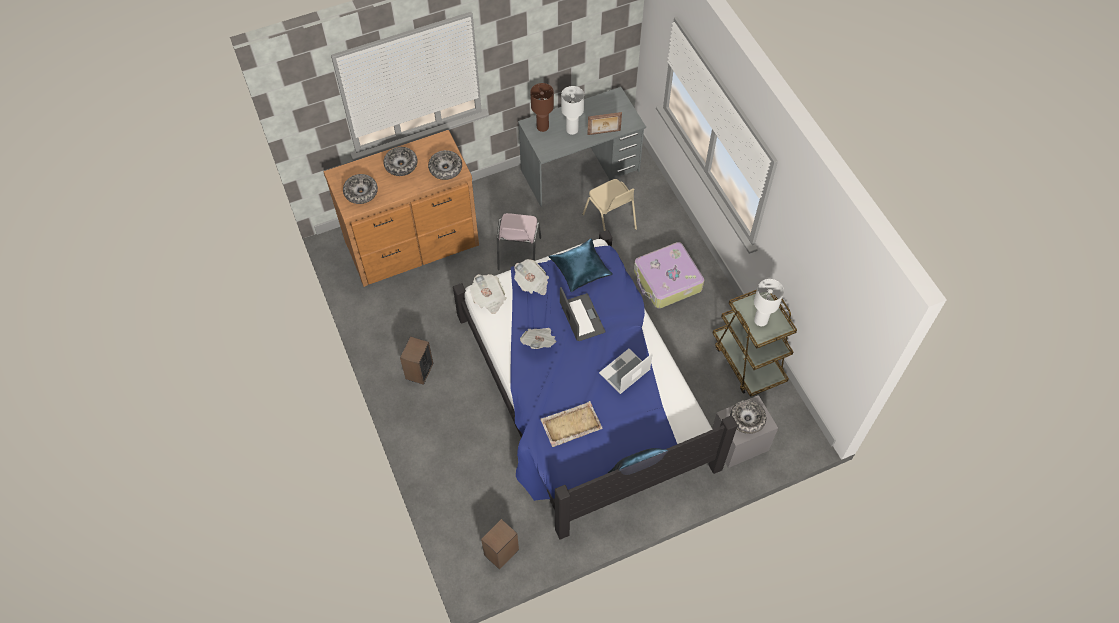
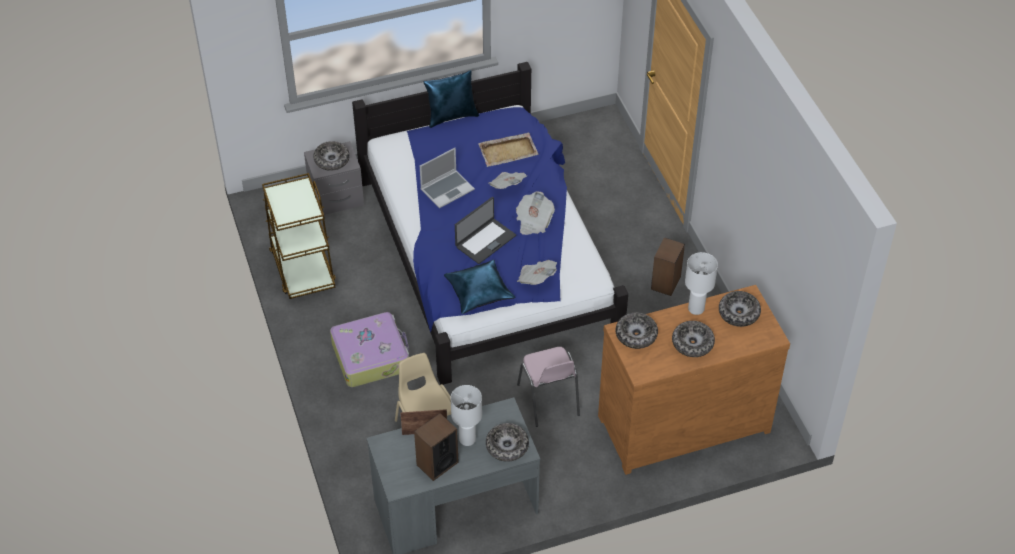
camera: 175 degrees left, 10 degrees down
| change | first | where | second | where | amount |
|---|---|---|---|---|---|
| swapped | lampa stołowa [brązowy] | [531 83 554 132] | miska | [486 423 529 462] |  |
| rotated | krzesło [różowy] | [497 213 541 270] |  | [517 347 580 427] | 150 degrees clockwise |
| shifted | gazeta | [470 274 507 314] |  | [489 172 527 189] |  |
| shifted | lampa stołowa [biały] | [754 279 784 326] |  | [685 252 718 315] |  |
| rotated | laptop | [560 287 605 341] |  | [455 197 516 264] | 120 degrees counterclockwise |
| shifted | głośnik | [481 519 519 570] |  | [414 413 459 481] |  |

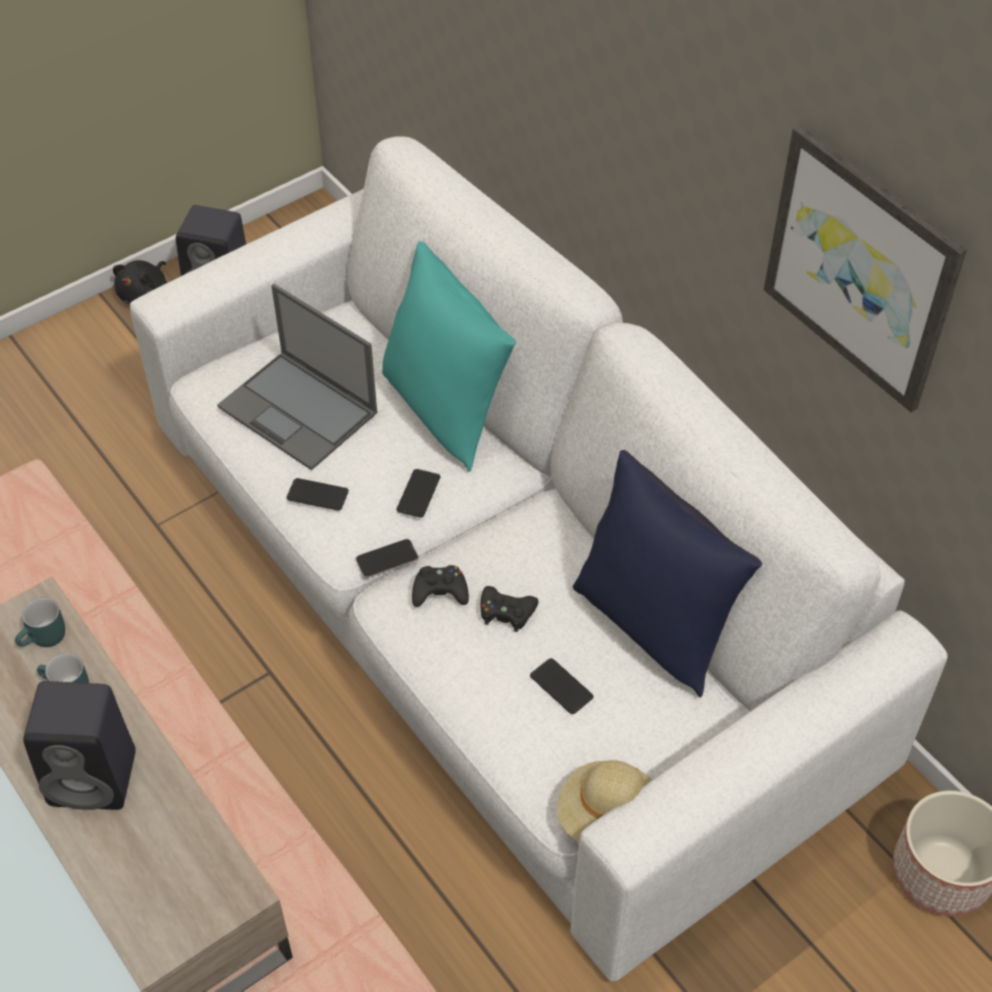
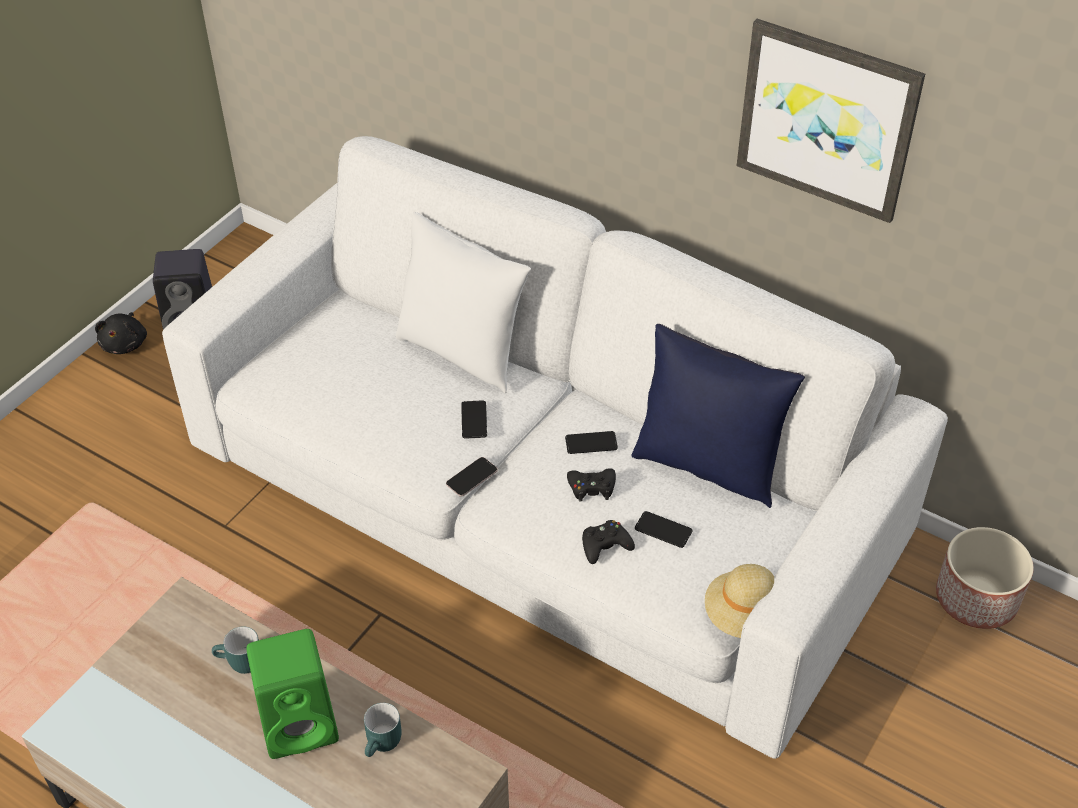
camera: 20 degrees left, 5 degrees down
| change | first | where | second | where | amount |
|---|---|---|---|---|---|
| repainted | poduszka [turkusowy] | [382 241 516 472] | poduszka [biały] | [395 212 531 393] |  |
| gone | laptop | [217 284 377 470] |  |  |  |
| shifted | telefon | [287 478 349 511] |  | [565 431 618 454] |  |
| shifted | pad do gier [czarny] | [412 565 469 607] |  | [582 520 635 564] |  |
| shifted | kubek [turkusowy] | [15 597 65 647] |  | [364 703 401 757] |  |
| repainted | głośnik [czarny] | [23 681 136 810] | głośnik [zielony] | [246 629 339 759] |  |

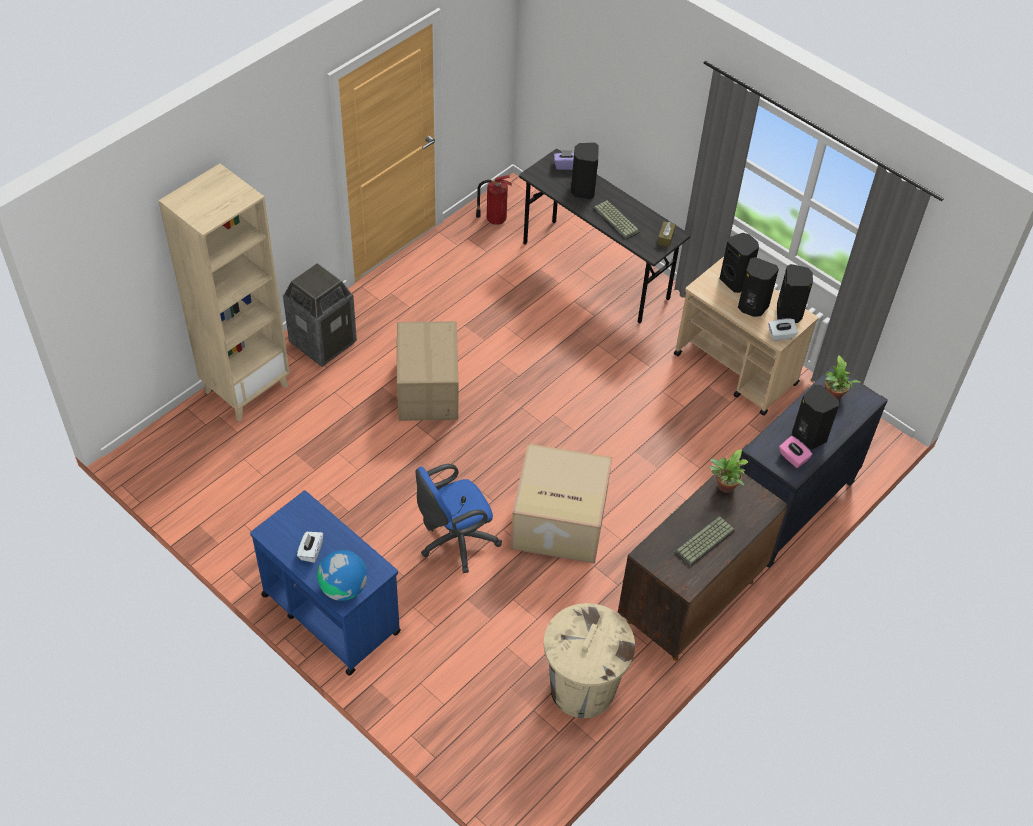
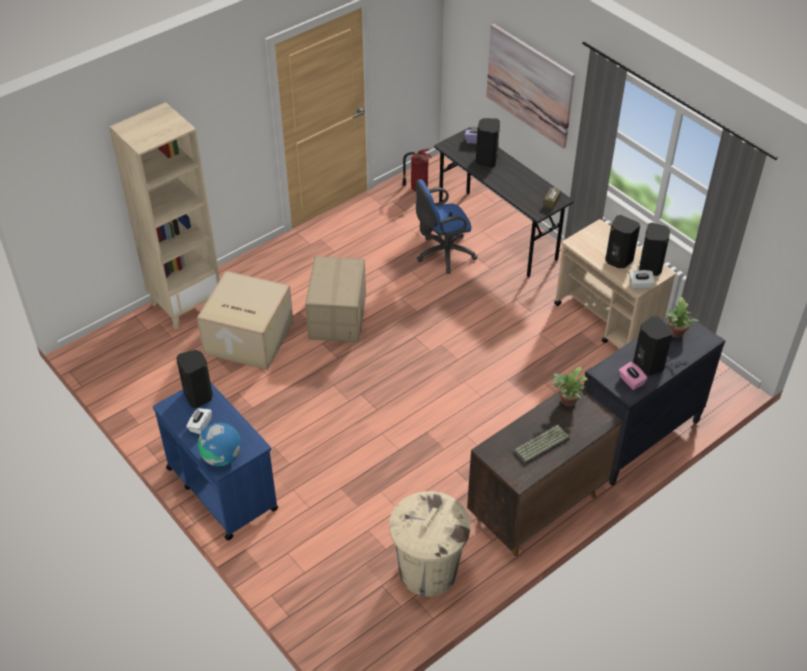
camera: 10 degrees right, 5 degrees down
| change | first | where | second | where | amount |
|---|---|---|---|---|---|
| gone | klawiatura | [593 200 640 240] |  |  |  |
| shifted | głośnik [czarny] | [719 233 759 293] |  | [176 350 213 408] |  |
| gone | kosz na śmieci | [283 263 357 367] |  |  |  |
| shifted | karton | [510 443 612 564] |  | [197 271 294 370] |  |
| shifted | krzesło biurowe [niebieski] | [416 464 502 573] |  | [416 179 478 274] |  |
| new |  |  | obraz | [486 24 575 149] |  |

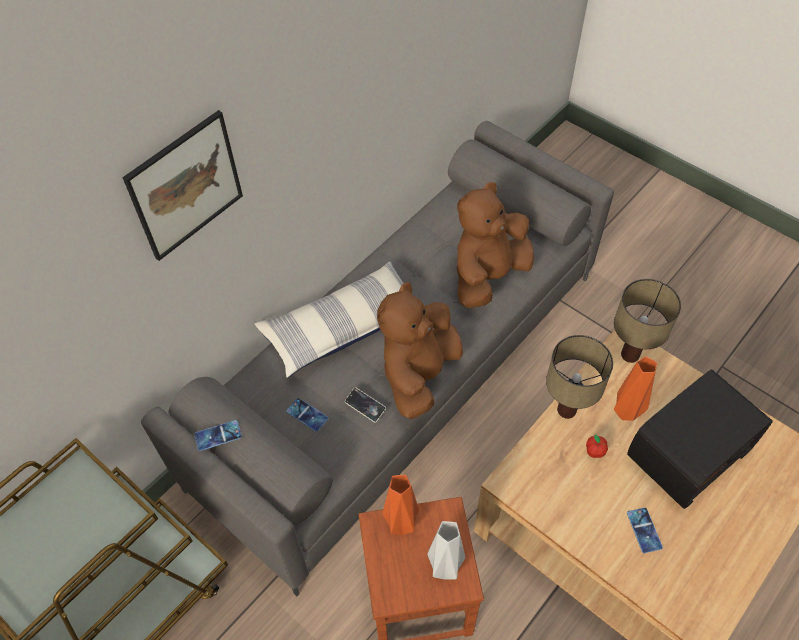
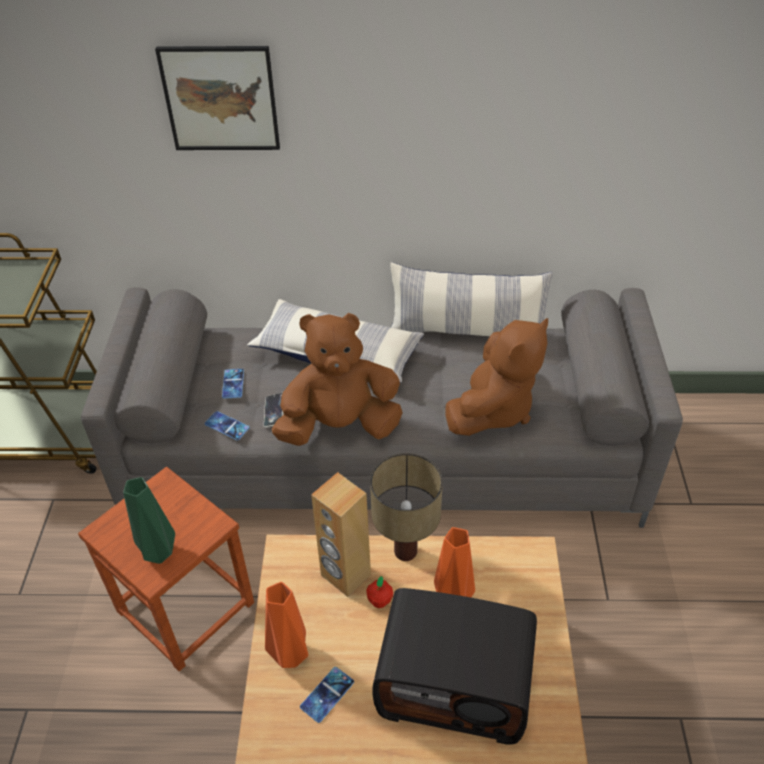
camera: 50 degrees right, 10 degrees down
| change | first | where | second | where | amount |
|---|---|---|---|---|---|
| rotated | pluszak [brązowy] | [457 182 534 308] |  | [446 318 548 436] | 120 degrees clockwise |
| gone | lampa stołowa | [614 279 681 363] |  |  |  |
| shifted | telefon | [194 420 242 451] |  | [204 411 250 440] |  |
| shifted | wazon [pomarańczowy] | [382 475 419 535] |  | [265 582 308 668] |  |
| repainted | wazon [szary] | [427 521 465 580] | wazon [zielony] | [123 477 175 564] |  |
| new |  |  | poduszka | [391 262 553 336] |  |
| new |  |  | głośnik [brązowy] | [311 472 371 597] |  |

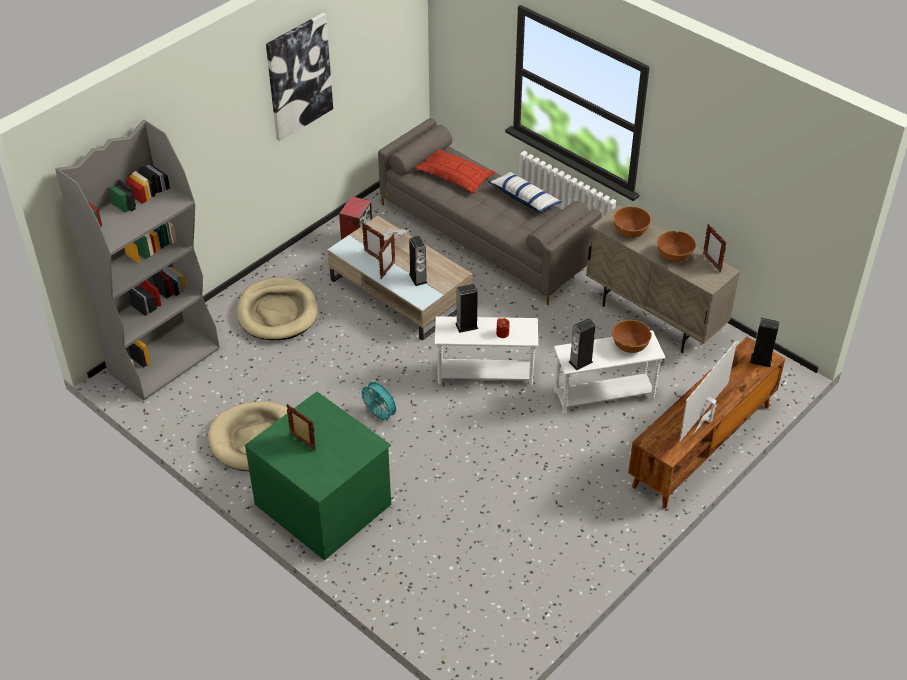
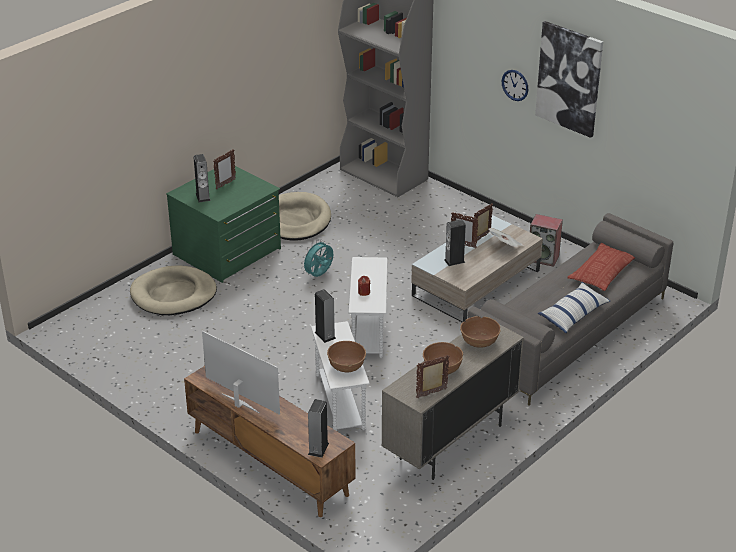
camera: 90 degrees right, 10 degrees down
| change | first | where | second | where | amount |
|---|---|---|---|---|---|
| shifted | legowisko [beżowy] | [237 278 318 340] |  | [130 265 217 315] |  |
| shifted | głośnik | [456 284 478 333] |  | [193 154 211 202] |  |
| new |  |  | zegar ścienny | [502 70 528 101] |  |

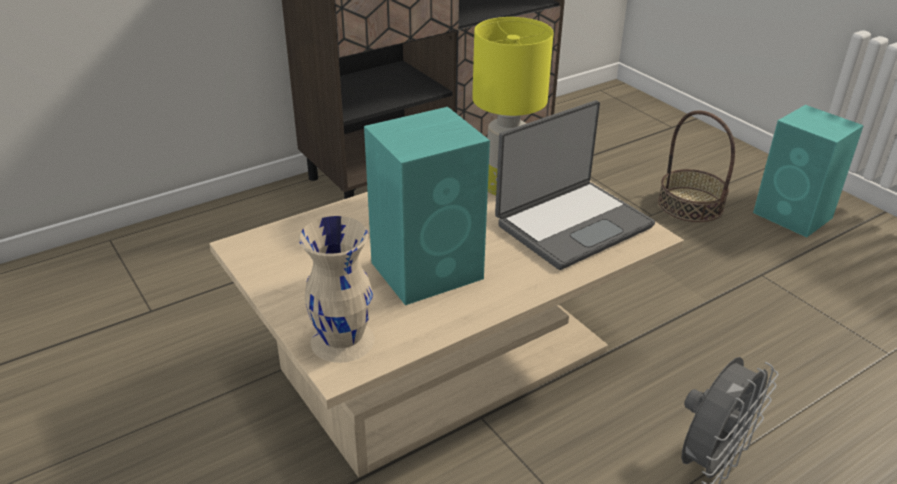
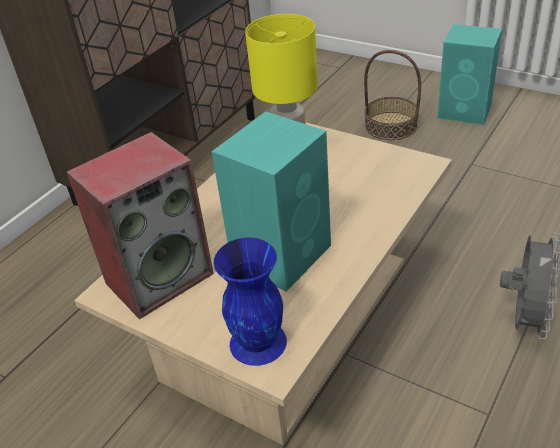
camera: 20 degrees left, 5 degrees up
| change | first | where | second | where | amount |
|---|---|---|---|---|---|
| gone | laptop | [495 100 655 270] |  |  |  |
| repainted | wazon [beżowy] | [299 216 375 363] | wazon [niebieski] | [213 237 287 366] |  |
| new |  |  | głośnik | [67 132 214 319] |  |

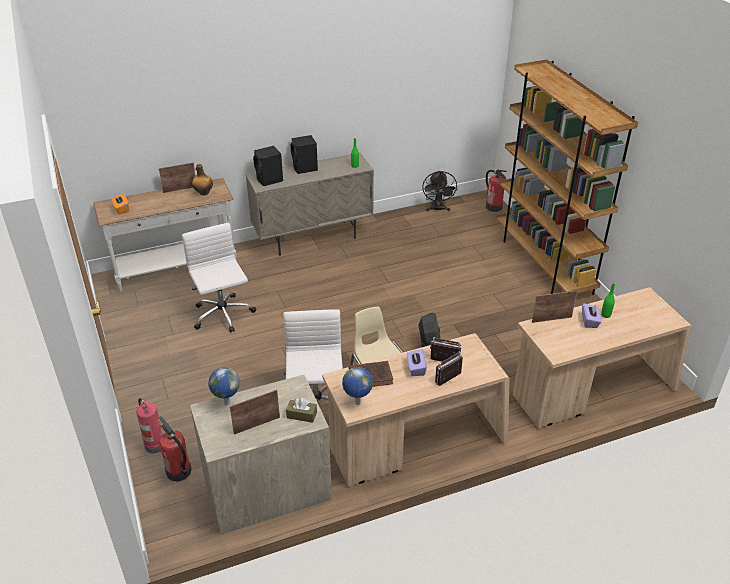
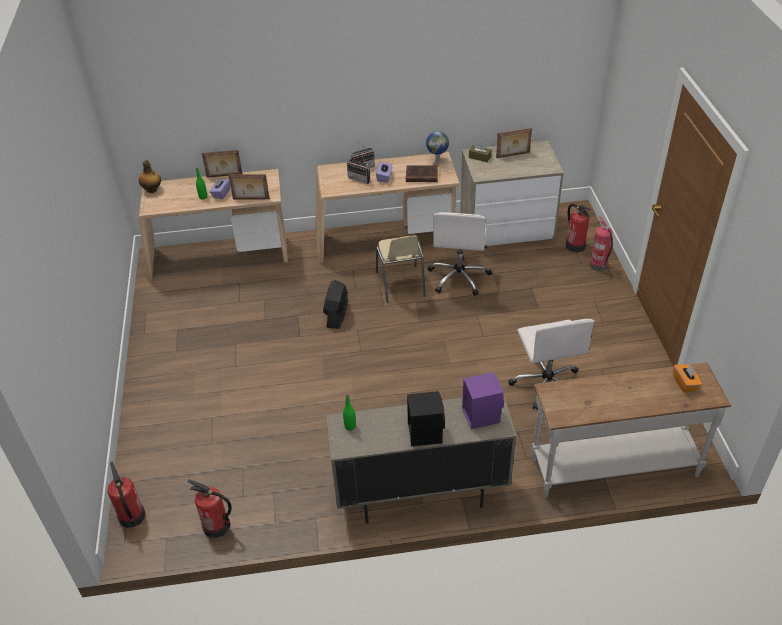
camera: 165 degrees left, 5 degrees up
| change | first | where | second | where | amount |
|---|---|---|---|---|---|
| gone | regał [brązowy] | [496 59 638 295] |  |  |  |
| repainted | głośnik [czarny] | [253 146 283 186] | głośnik [fioletowy] | [462 372 504 429] |  |
| shifted | ramka na zdjęcie | [159 162 195 193] |  | [202 150 242 178] |  |
| shifted | butelka | [192 164 213 195] |  | [139 160 161 193] |  |
| swapped | wentylator [czarny] | [422 171 458 211] | gaśnica | [188 479 232 538] |  |
| gone | globus | [208 367 240 406] |  |  |  |

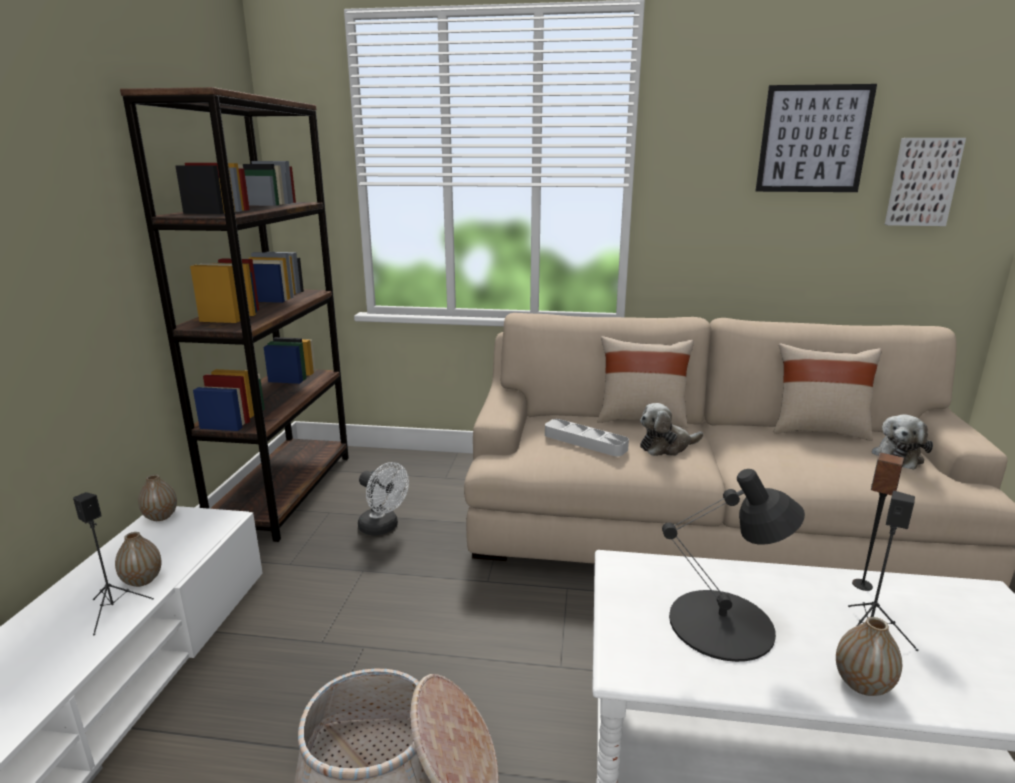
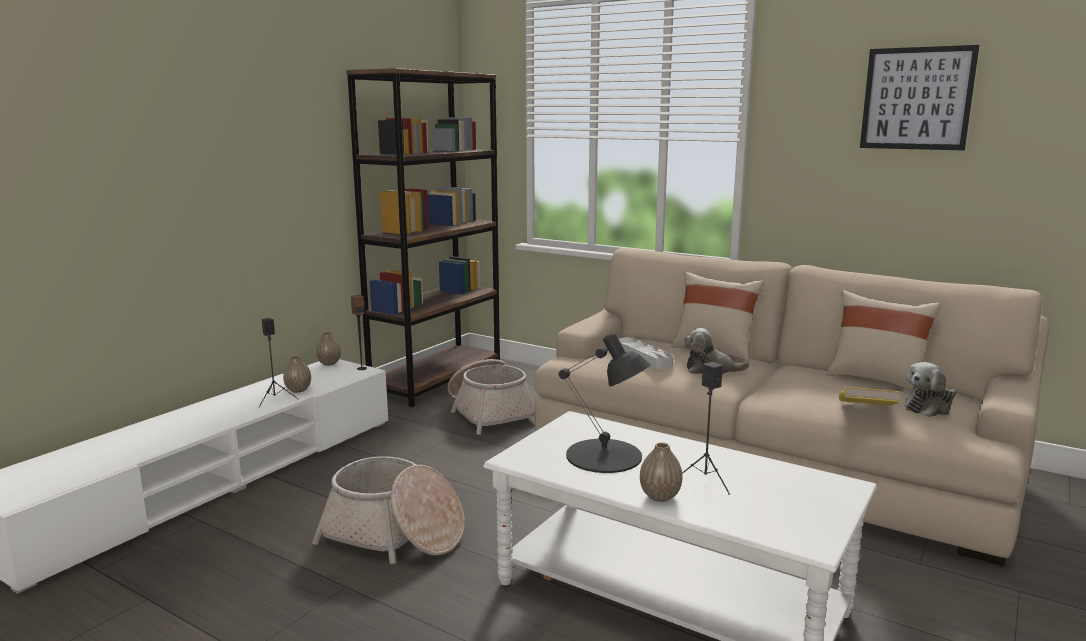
camera: 25 degrees right, 5 degrees down
| change | first | where | second | where | amount |
|---|---|---|---|---|---|
| gone | obraz | [885 138 966 226] |  |  |  |
| shifted | głośnik | [852 453 904 591] |  | [351 295 367 370] |  |
| swapped | wentylator [biały] | [358 462 409 536] | koszyk | [448 359 535 435] |  |
| new |  |  | książka [żółty] | [839 387 901 406] |  |

